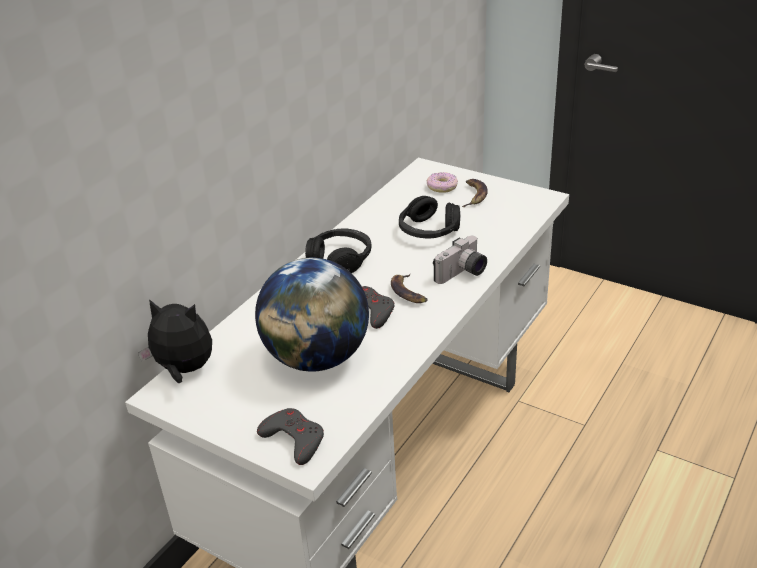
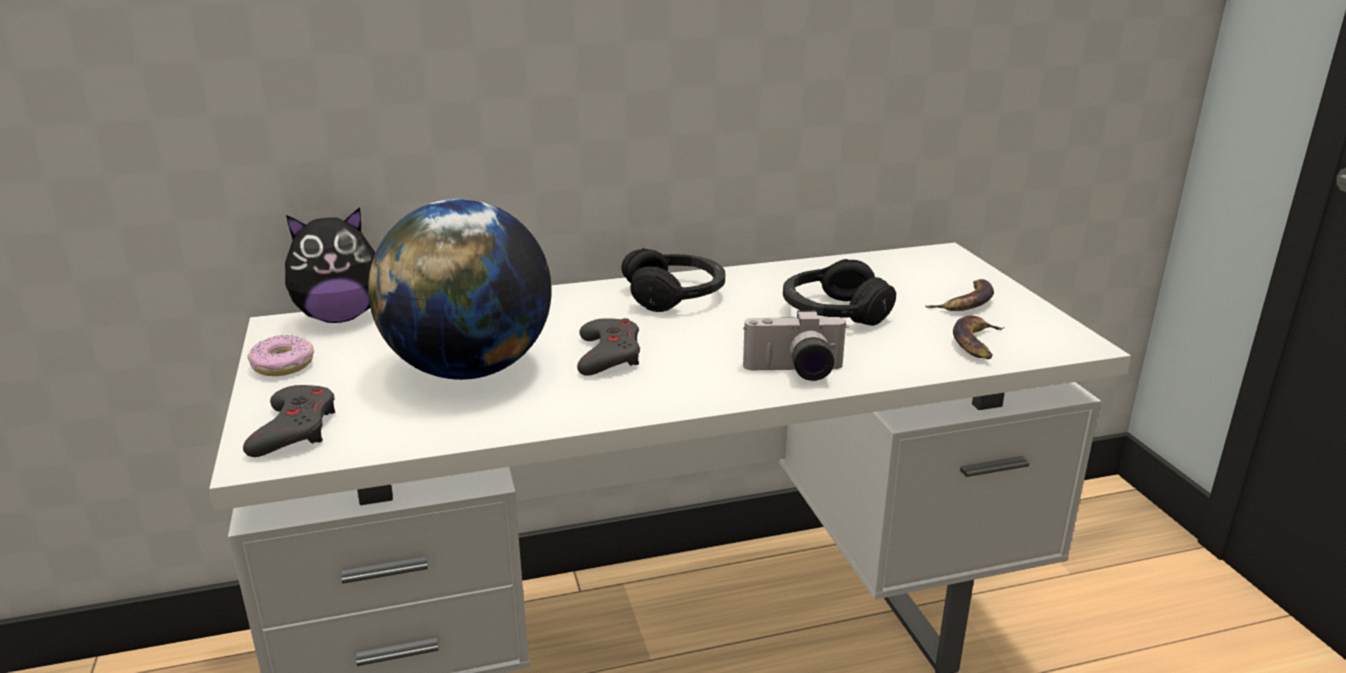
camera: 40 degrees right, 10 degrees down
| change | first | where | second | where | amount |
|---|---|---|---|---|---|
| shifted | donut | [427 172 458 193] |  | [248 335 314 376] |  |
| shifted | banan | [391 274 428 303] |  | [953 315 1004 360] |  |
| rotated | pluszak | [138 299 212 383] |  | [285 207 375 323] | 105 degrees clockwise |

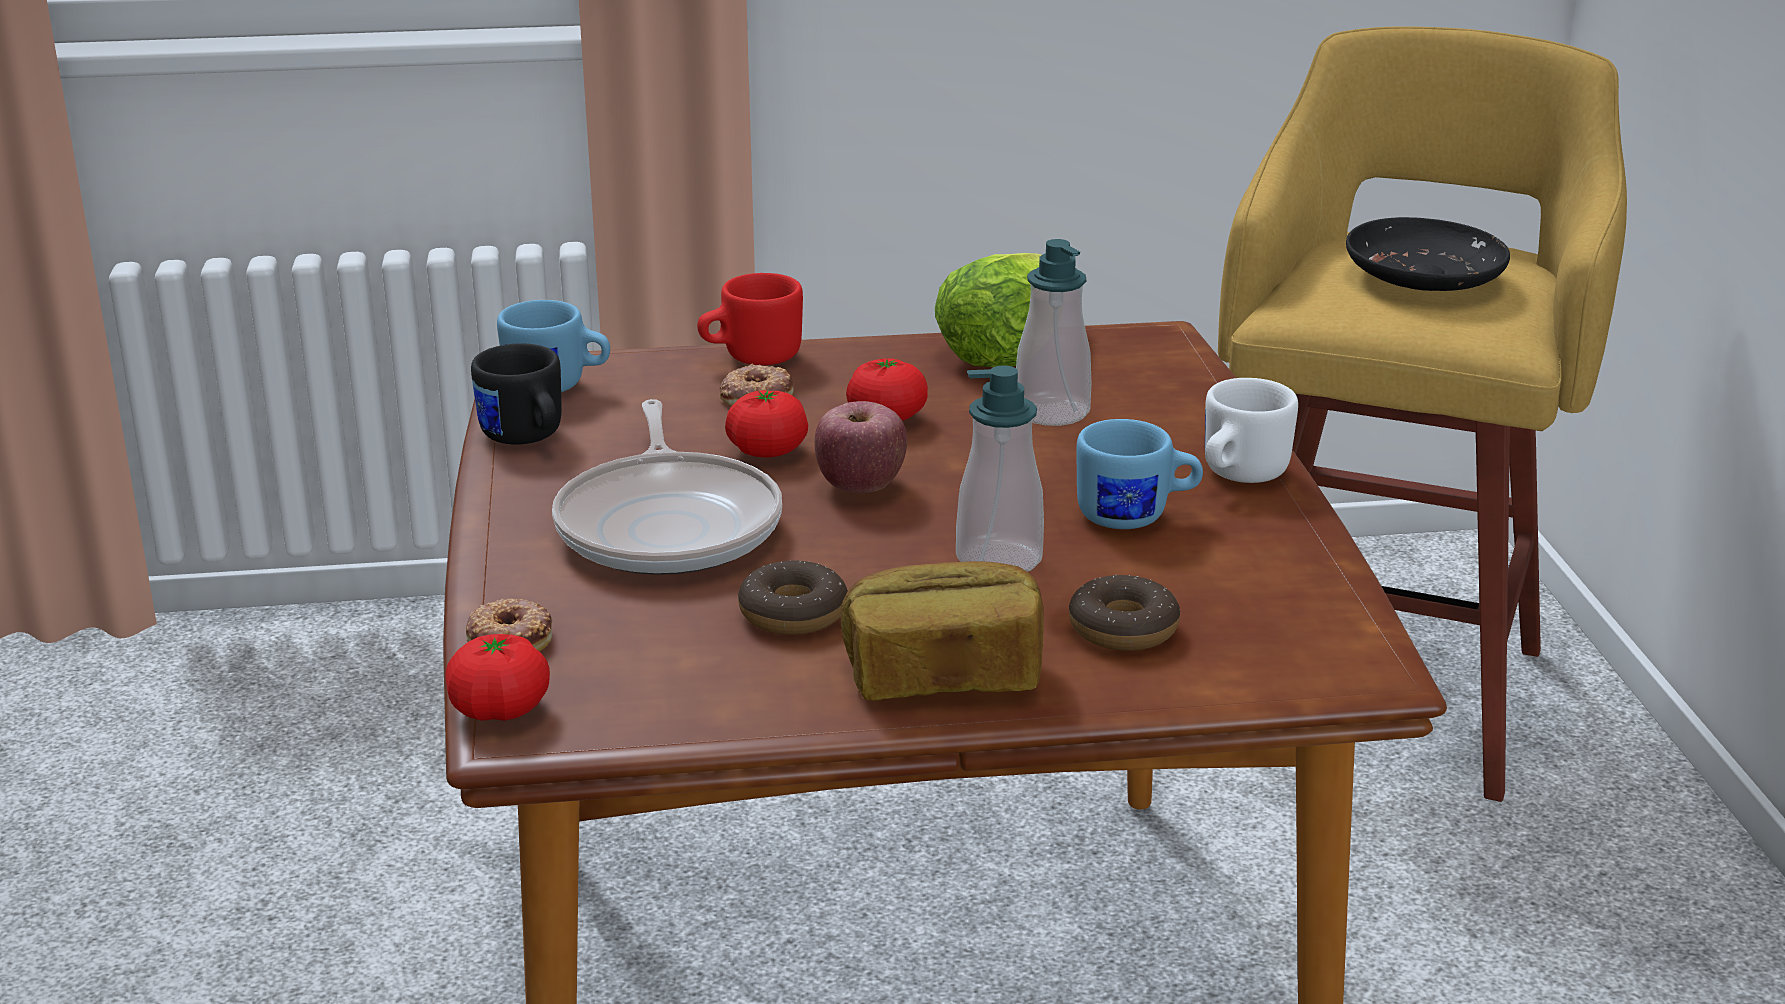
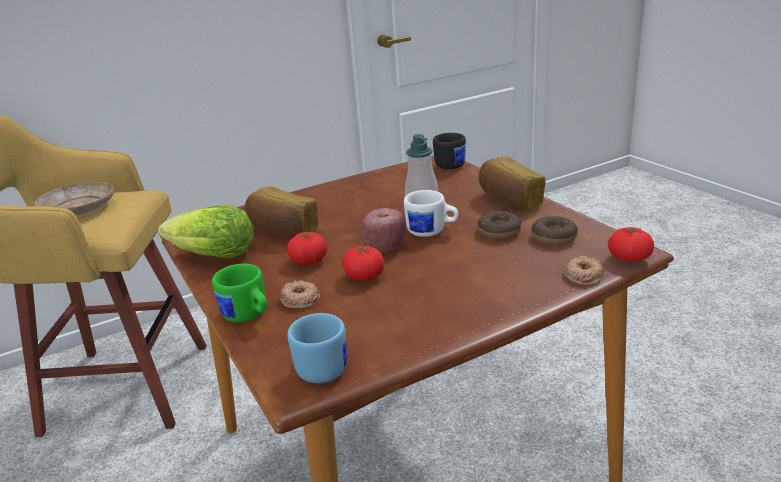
camera: 110 degrees left, 0 degrees up
| change | first | where | second | where | amount |
|---|---|---|---|---|---|
| repainted | talerz [czarny] | [1346 217 1510 291] | talerz [beżowy] | [35 182 114 215] |  |
| swapped | dozownik mydła | [1016 239 1091 426] | chleb | [245 186 318 239] |  |
| repainted | kubek [czerwony] | [697 273 803 365] | kubek [zielony] | [212 264 268 322] |  |
| shifted | kubek [czarny] | [471 343 562 445] |  | [433 133 466 169] |  |
| shifted | kubek [biały] | [1205 378 1298 483] |  | [404 190 458 237] |  |
| gone | patelnia | [552 399 782 575] |  |  |  |
| gone | kubek [niebieski] | [1076 419 1203 529] |  |  |  |
| shifted | donut | [1069 575 1180 651] |  | [531 216 578 245] |  |

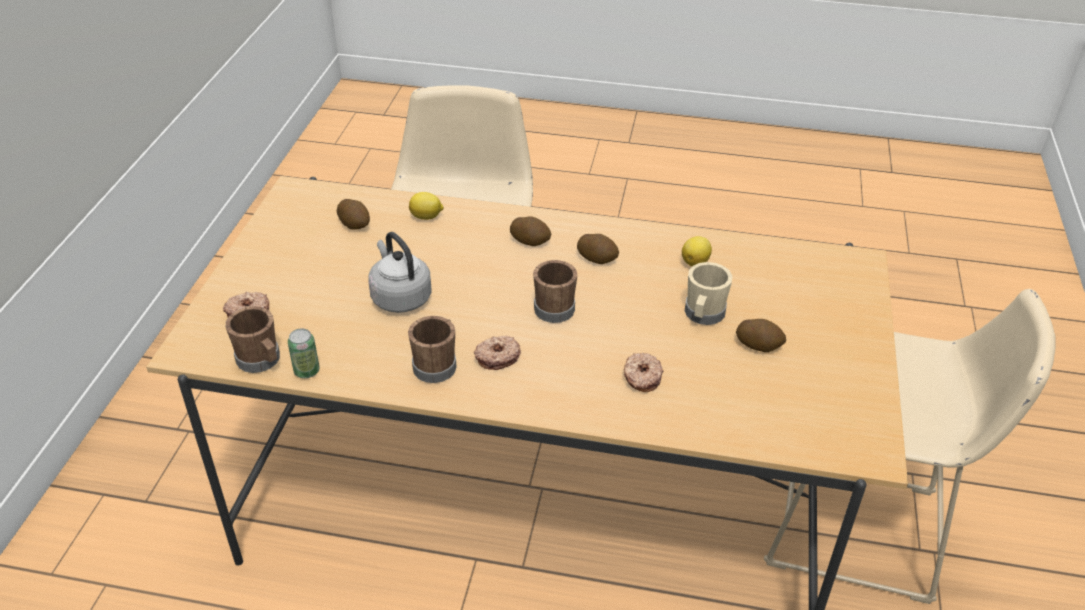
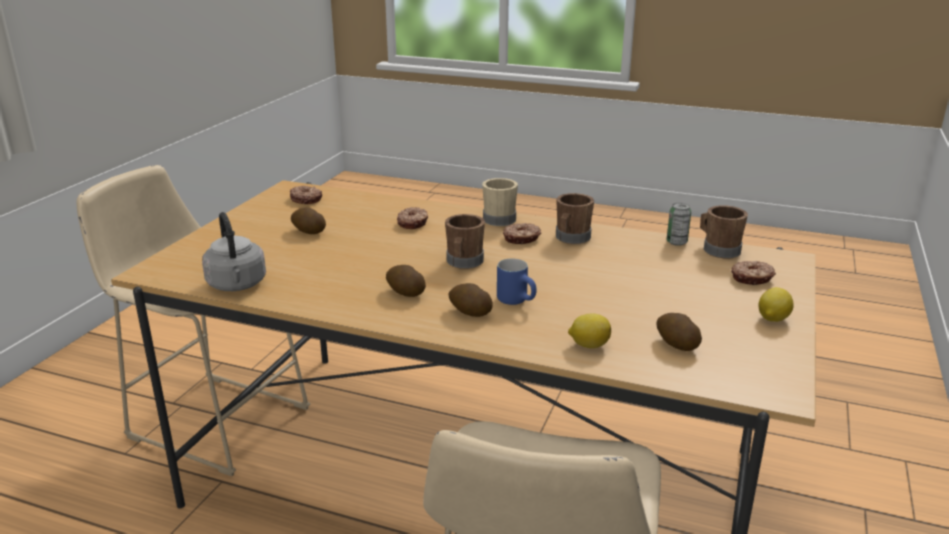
camera: 170 degrees left, 15 degrees down
| change | first | where | second | where | amount |
|---|---|---|---|---|---|
| shifted | czajnik [szary] | [368 232 432 313] |  | [202 212 266 291] |  |
| shifted | cytryna | [682 236 712 266] |  | [759 287 794 322] |  |
| shifted | kubek [beżowy] | [685 262 733 325] |  | [482 178 518 226] |  |
| new |  |  | donut | [290 186 322 204] |  |
| new |  |  | kubek [niebieski] | [497 258 537 305] |  |

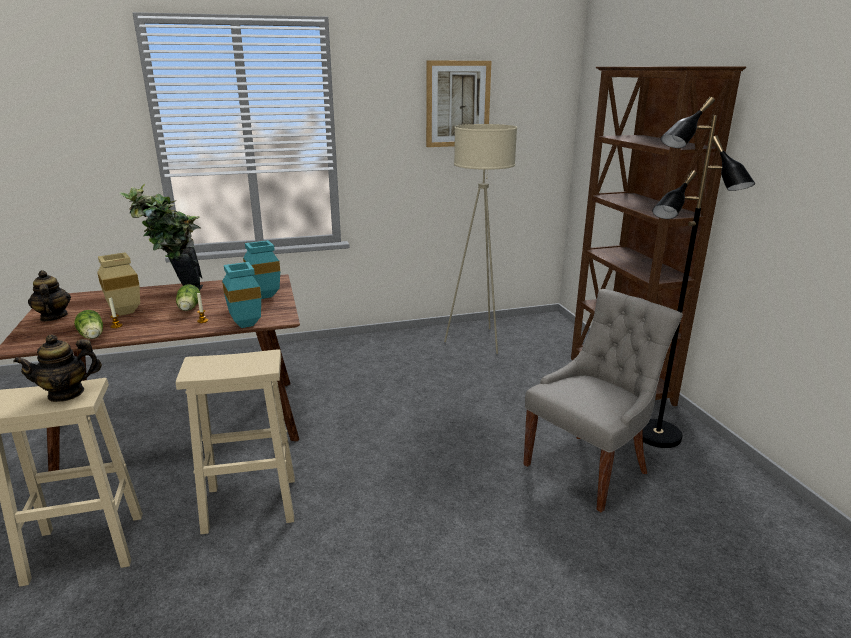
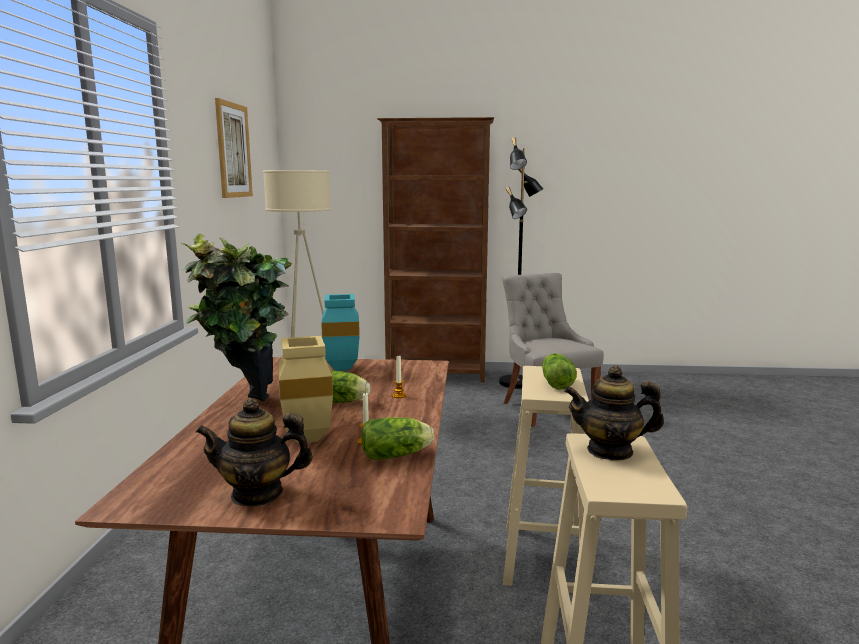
camera: 70 degrees left, 10 degrees down
| change | first | where | second | where | amount |
|---|---|---|---|---|---|
| gone | wazon [turkusowy] | [222 262 261 328] |  |  |  |
| rotated | imbryk | [13 334 102 402] |  | [564 366 664 461] | 105 degrees clockwise |
| new |  |  | sałata | [542 353 577 389] |  |

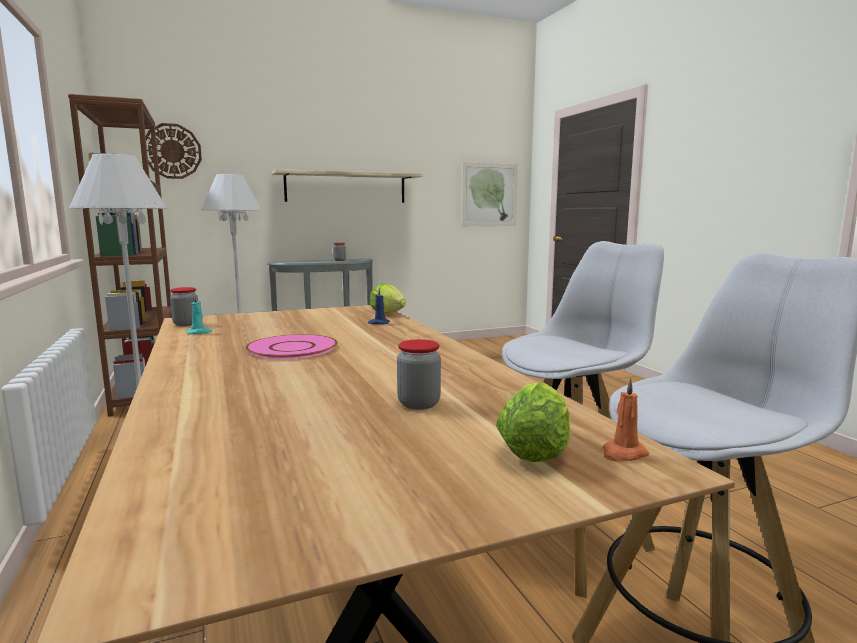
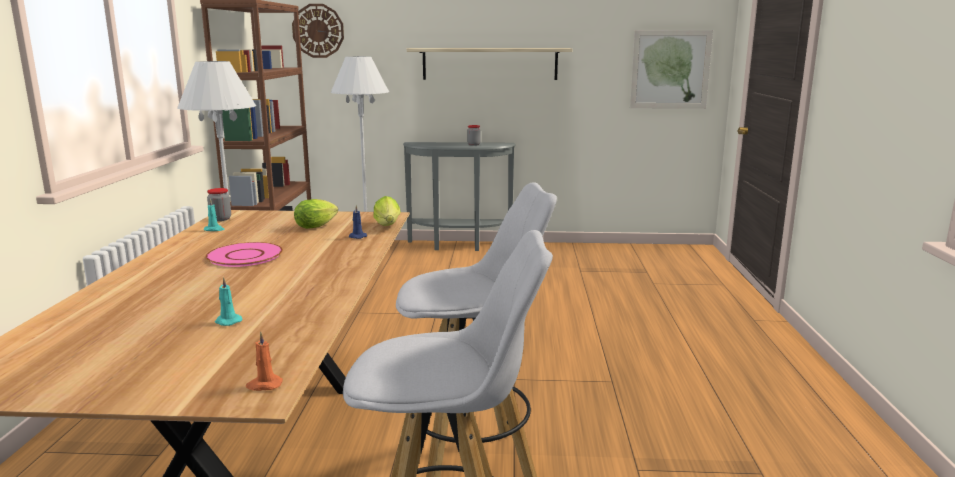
camera: 25 degrees right, 5 degrees up
| change | first | where | second | where | amount |
|---|---|---|---|---|---|
| swapped | słoik | [397 339 441 410] | świeca [turkusowy] | [215 277 242 326] |  |
| shifted | sałata | [496 383 570 462] |  | [294 199 338 229] |  |

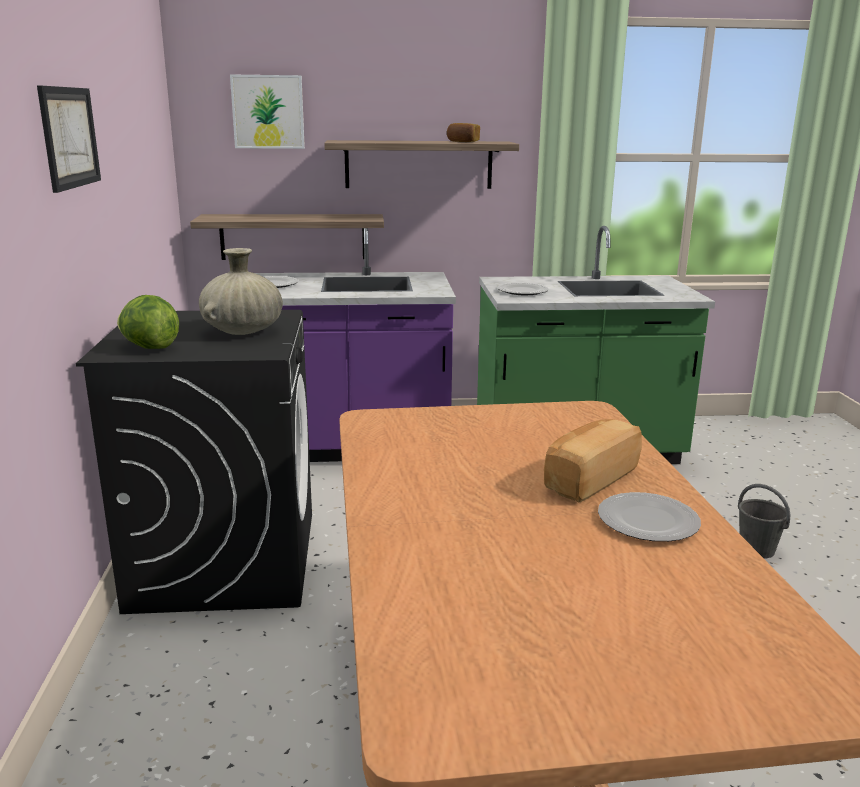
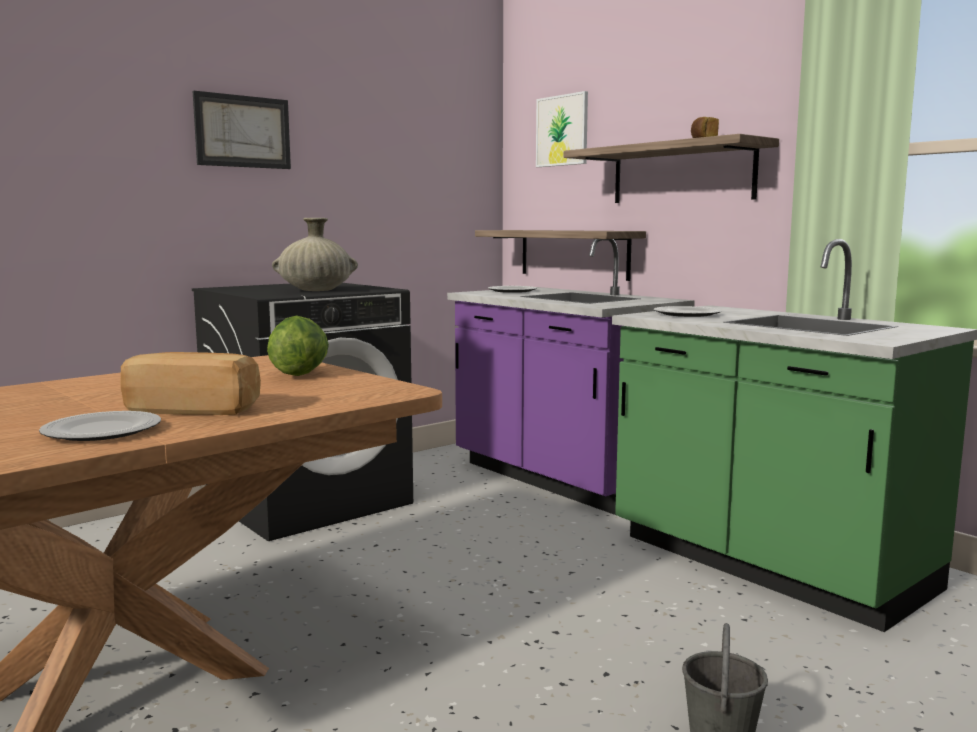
camera: 55 degrees right, 10 degrees down
| change | first | where | second | where | amount |
|---|---|---|---|---|---|
| shifted | sałata | [117 295 179 349] |  | [267 315 329 376] |  |

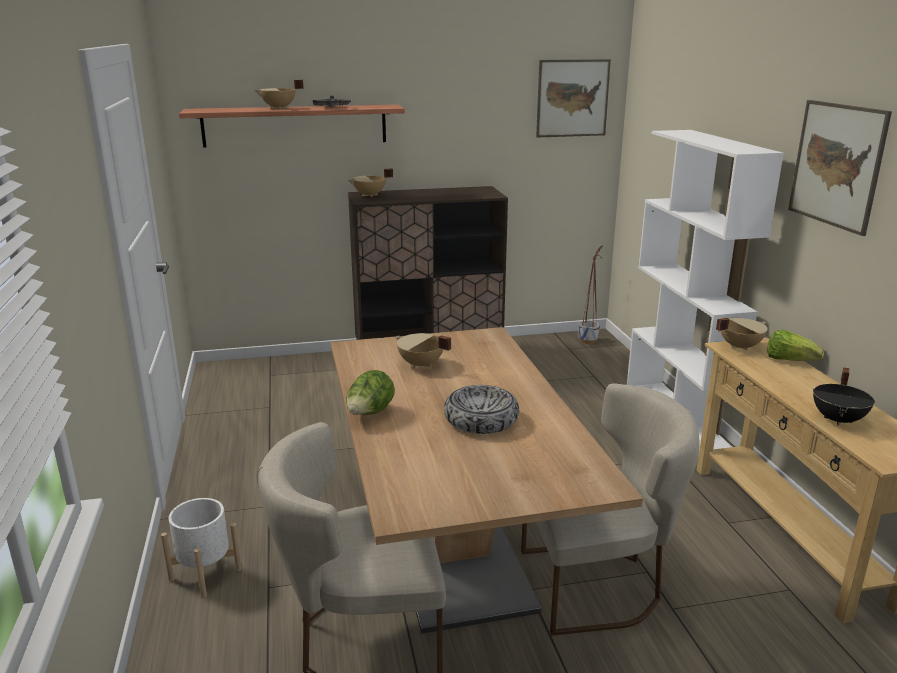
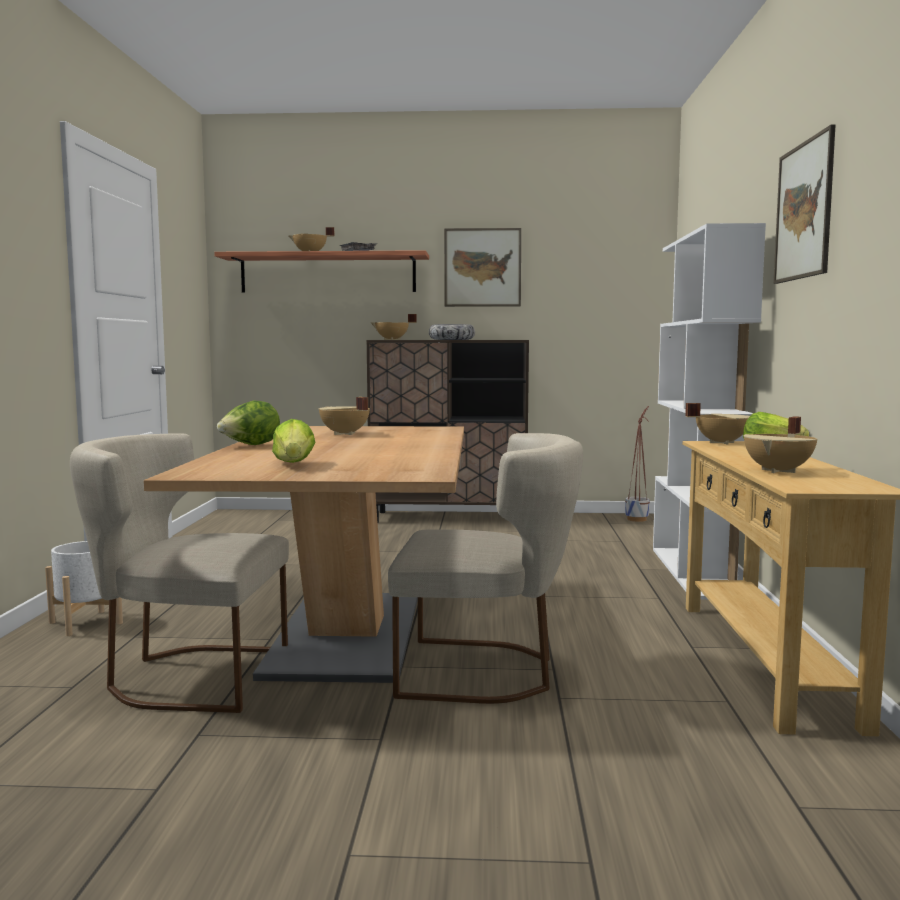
camera: 15 degrees right, 15 degrees down
| change | first | where | second | where | amount |
|---|---|---|---|---|---|
| shifted | obraz | [536 59 611 138] |  | [444 228 521 307] |  |
| repainted | garnek [czarny] | [813 367 875 426] | garnek [beżowy] | [743 416 817 473] |  |
| shifted | miska | [444 385 519 434] |  | [429 324 475 340] |  |
| new |  |  | sałata | [272 419 315 463] |  |

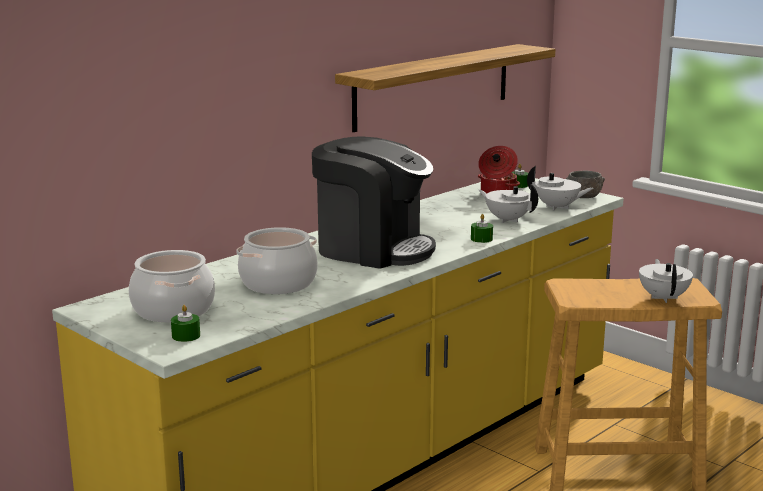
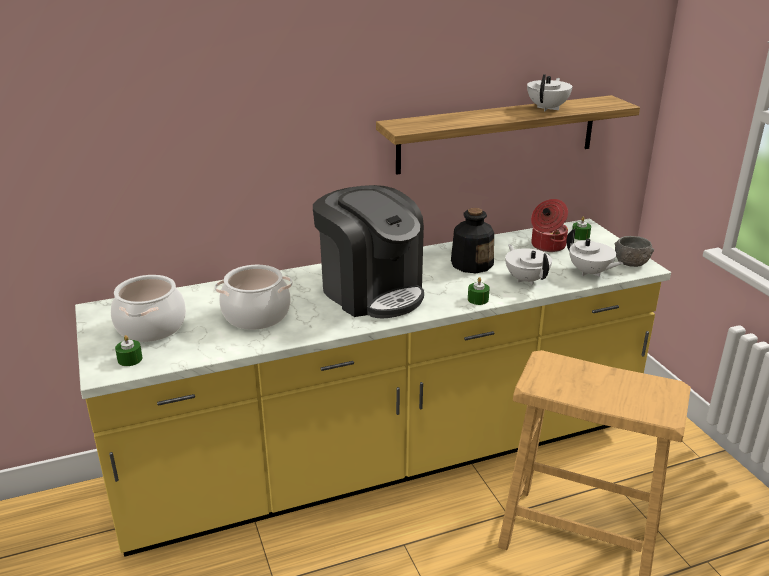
camera: 25 degrees right, 10 degrees up
| change | first | where | second | where | amount |
|---|---|---|---|---|---|
| shifted | imbryk [biały] | [639 259 693 303] |  | [527 74 572 111] |  |
| new |  |  | butelka | [451 208 494 273] |  |

